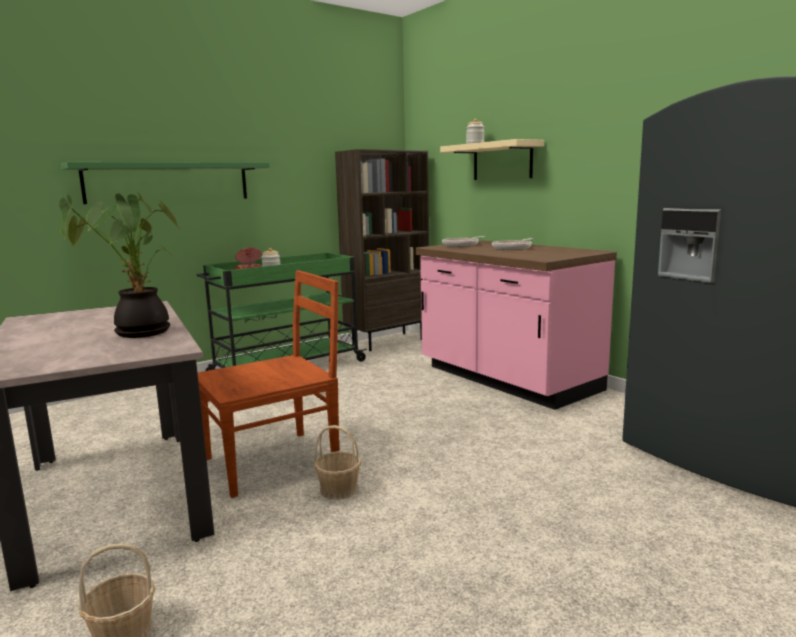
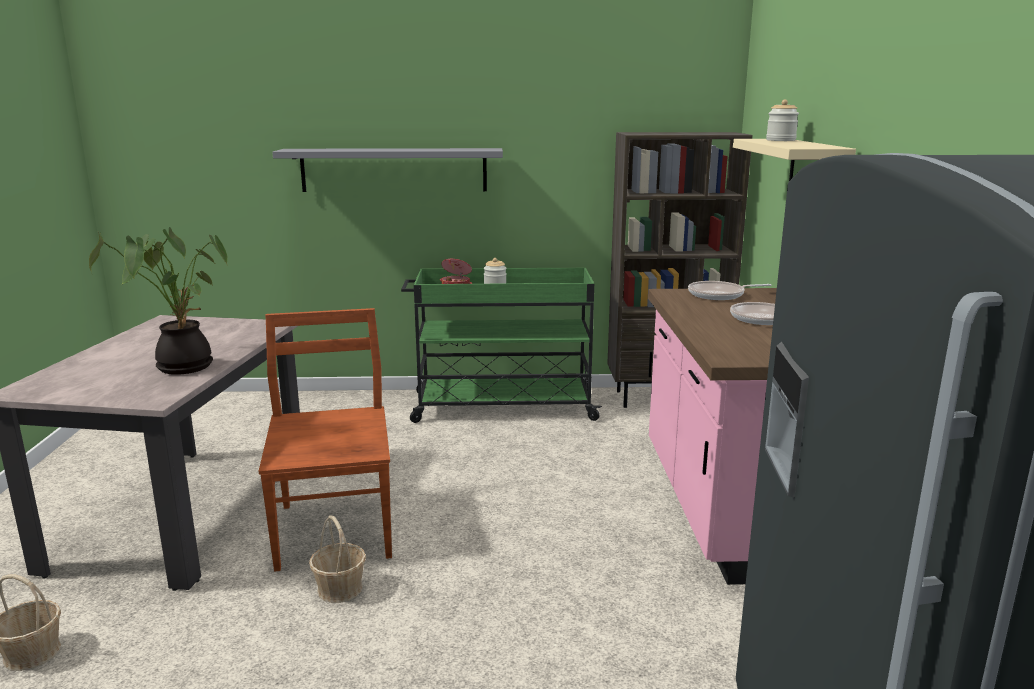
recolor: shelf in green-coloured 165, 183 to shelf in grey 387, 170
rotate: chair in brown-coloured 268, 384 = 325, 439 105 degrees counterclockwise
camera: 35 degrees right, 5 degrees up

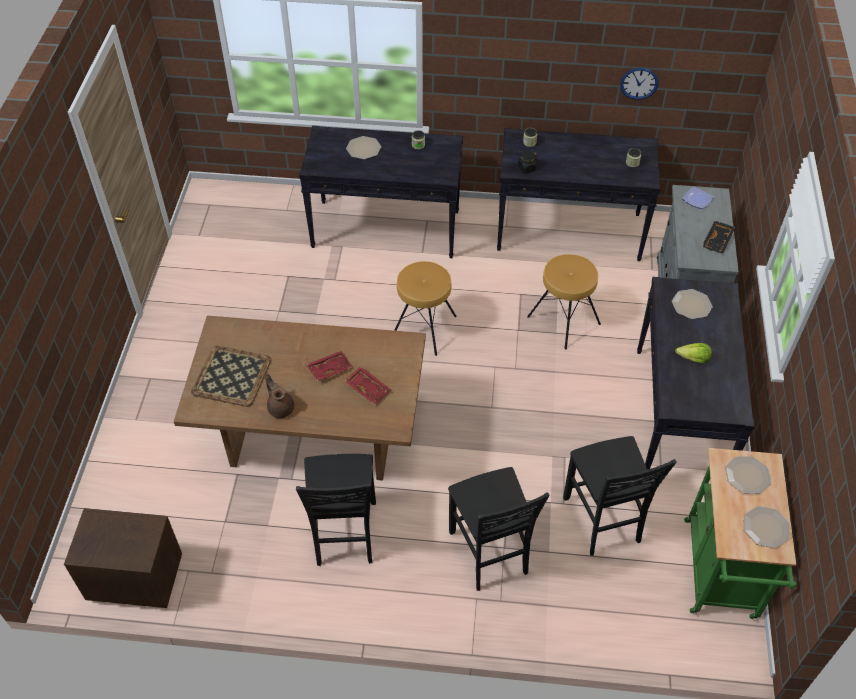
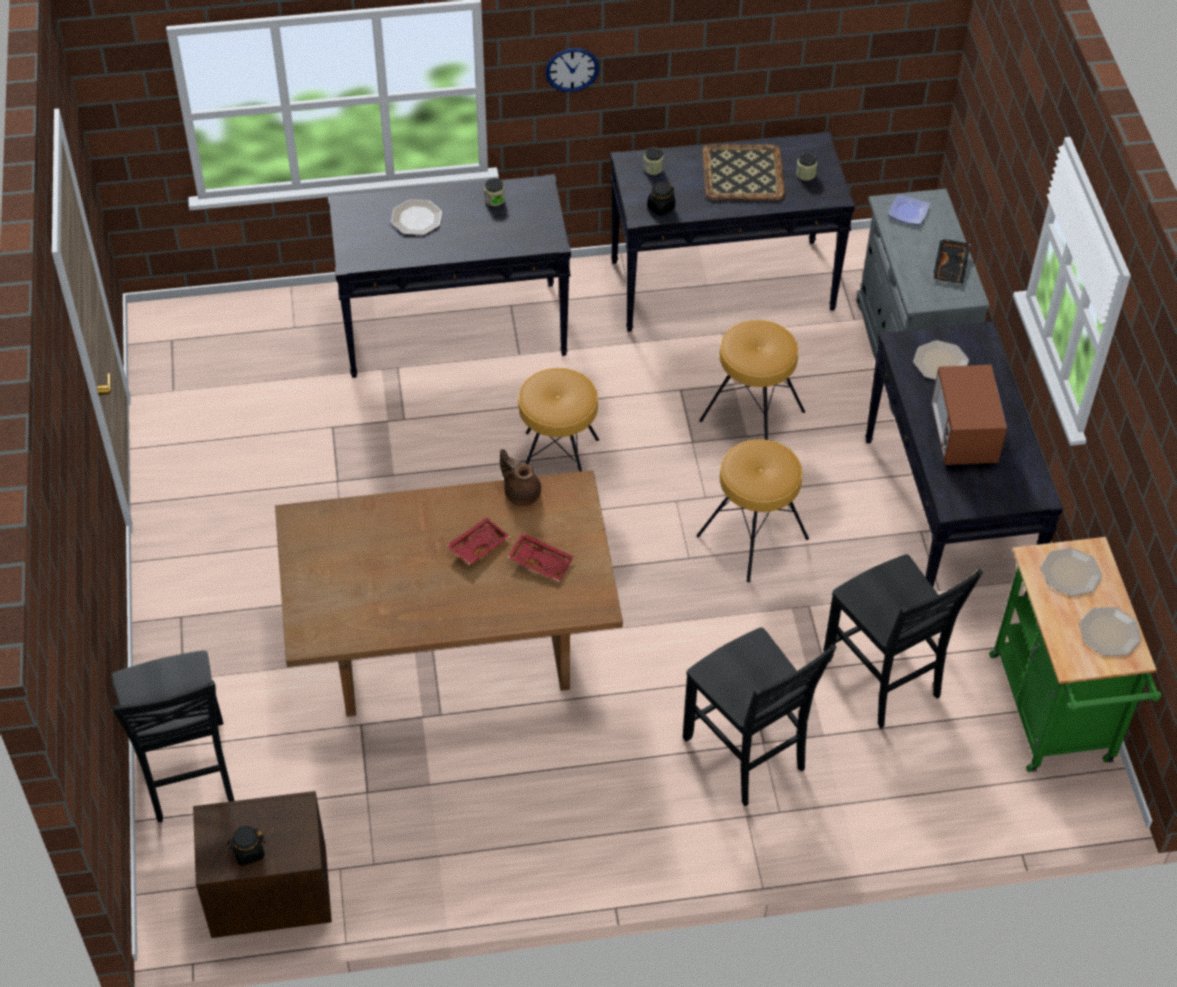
insert: stool seat in brown-coloured 752, 510; preserve jar in black 246, 846
move: hanging clock 639, 84 to 572, 70; serving tray 231, 376 to 743, 172; tea pot in brown-coloured 279, 396 to 520, 477; chair in black 336, 510 to 173, 736
replace: lettuce head 693, 353 to microwave oven 969, 415
camera: 15 degrees left, 0 degrees up

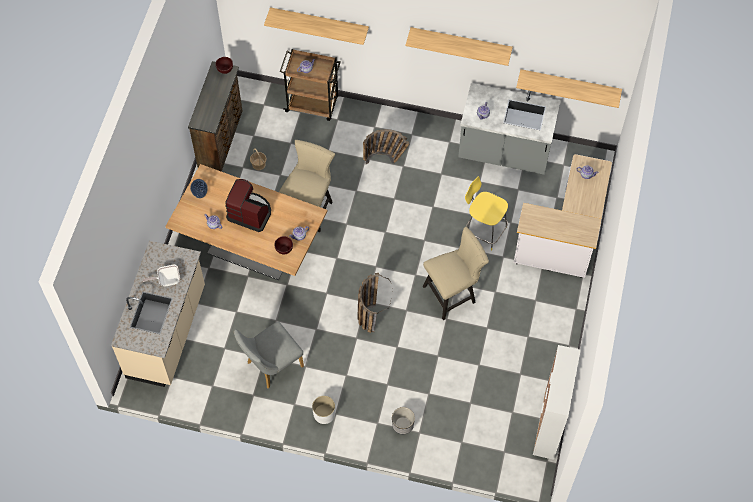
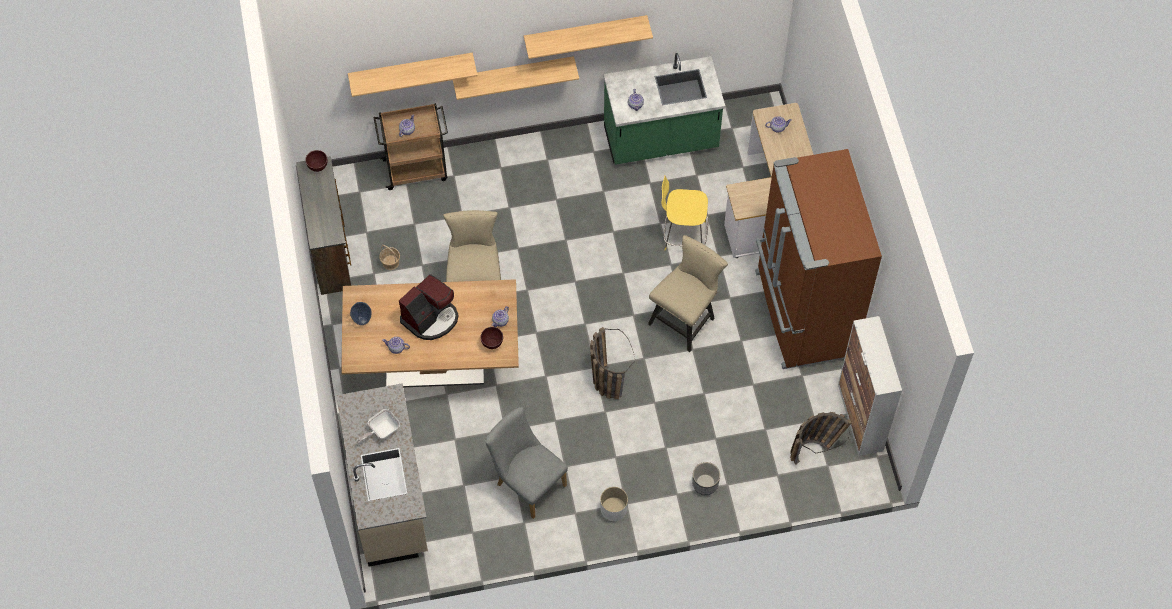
insert: kitchen fridge in brown-coloured 818, 259
move: shelf 569, 88 to 516, 78; basket 386, 146 to 821, 438
recolor: kitchen base unit in grey 509, 129 to kitchen base unit in green-coloured 664, 109
rotate: coffee machine 248, 205 = 428, 307 135 degrees clockwise; chair in grey 269, 355 = 526, 463 105 degrees clockwise
camera: 25 degrees left, 0 degrees up

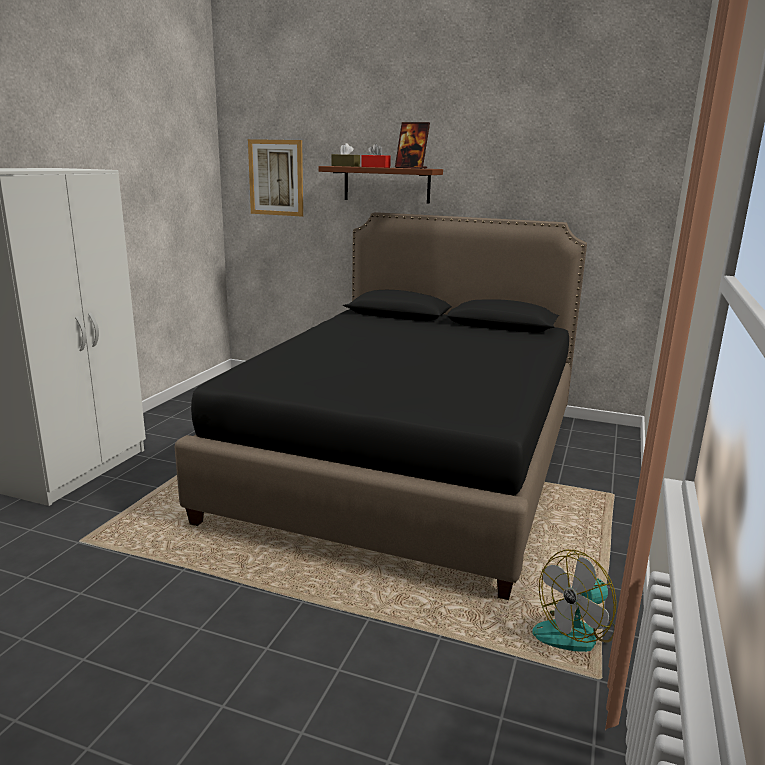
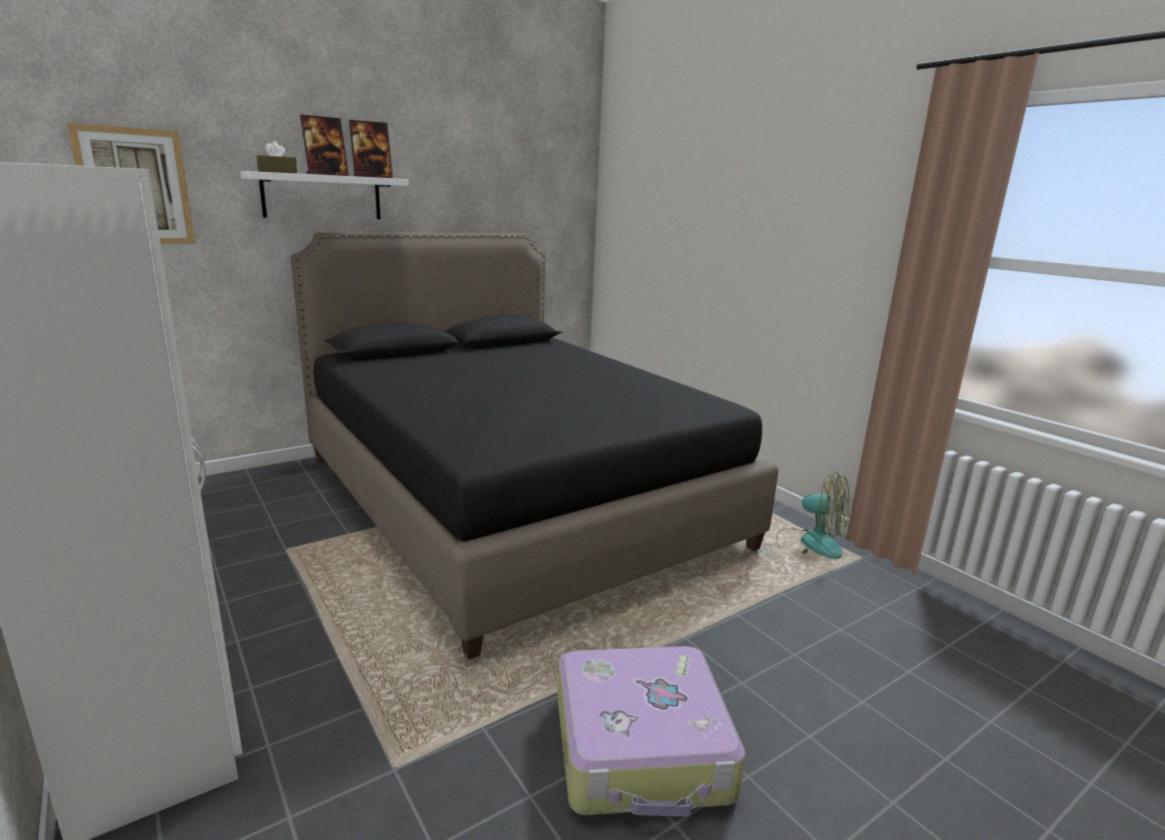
insert: travel case 651, 731
replace: box of tissues in red-coloured 376, 156 to standing frame 324, 145
recolor: shelf in brown-coloured 381, 185 to shelf in white 324, 195
rotate: fan 574, 601 = 813, 515 60 degrees counterclockwise
camera: 55 degrees left, 0 degrees up

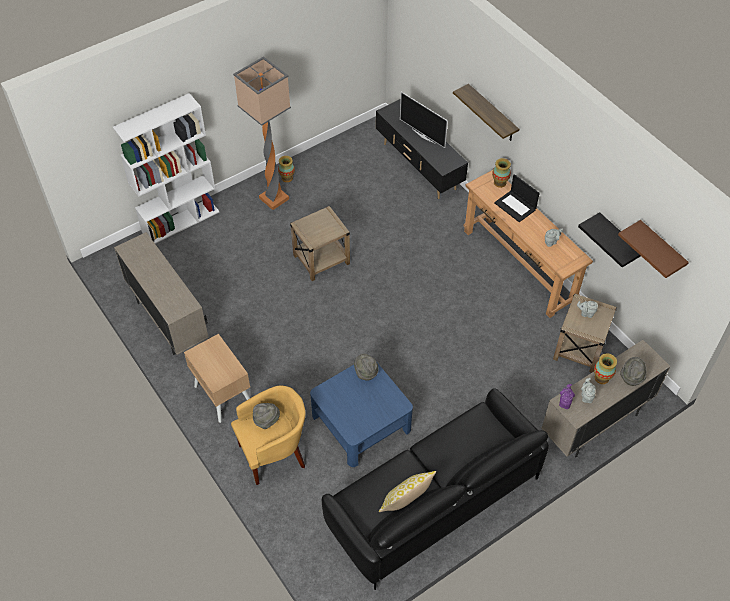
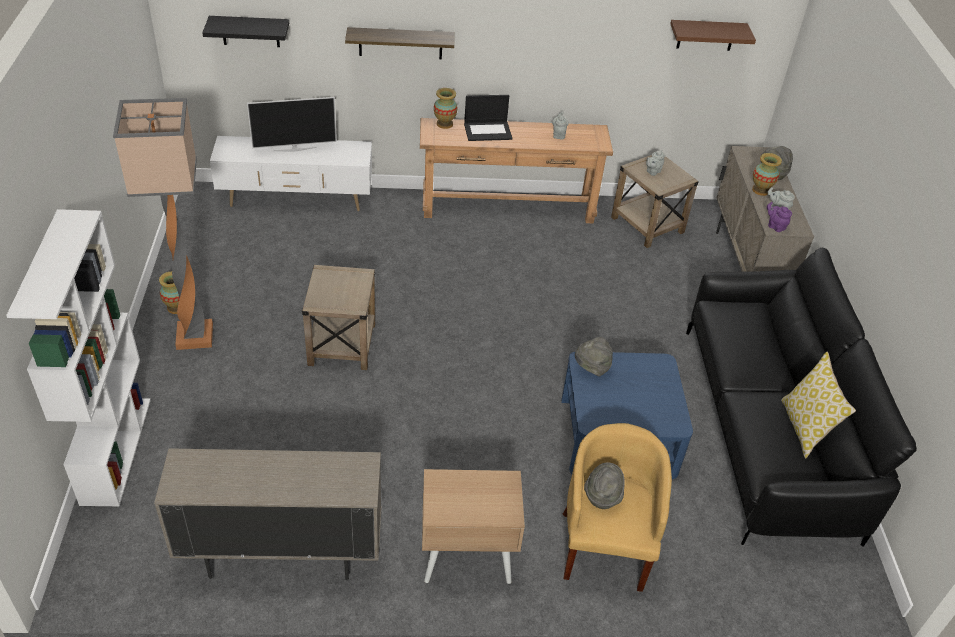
move: shelf in black 609, 239 to 245, 31
recolor: tv stand in black 422, 149 to tv stand in white 291, 173
camera: 60 degrees left, 10 degrees down

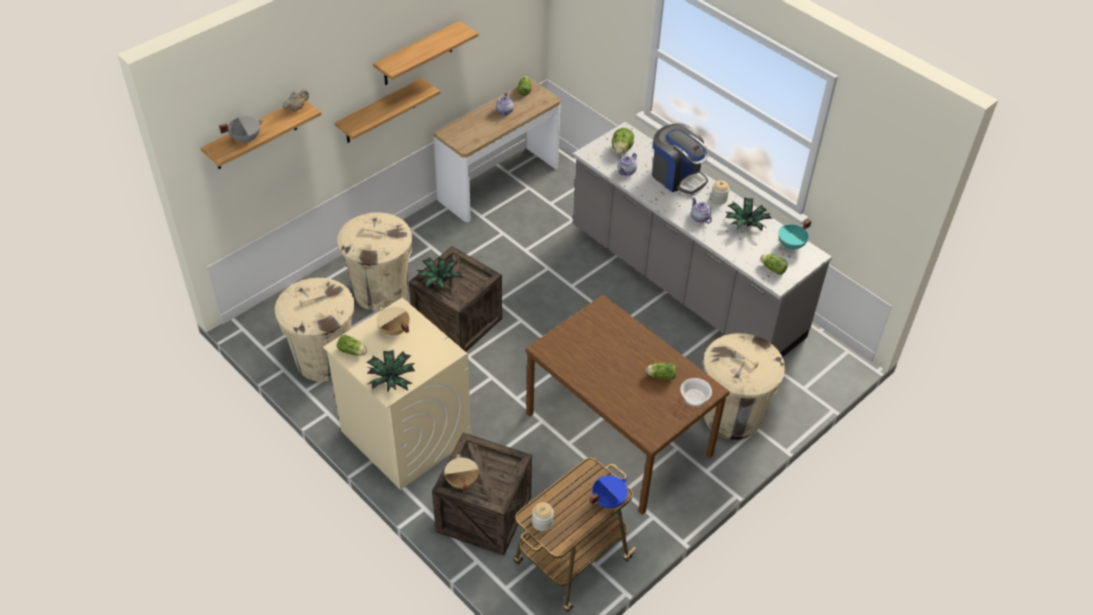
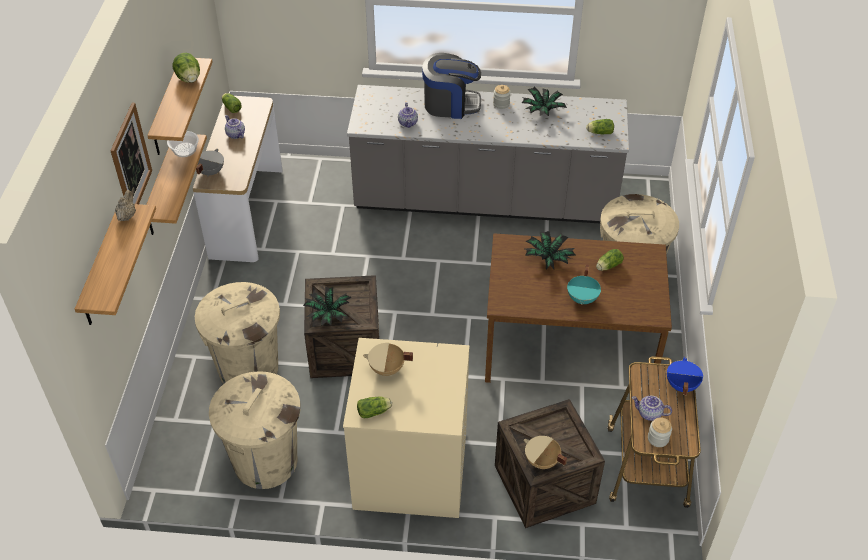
insert: wall picture 131, 153
move: saucepot in grey 241, 130 to 210, 162; lettuce head 623, 141 to 186, 68; tea pot 701, 210 to 652, 408; saucepot in blue-green 794, 235 to 584, 285; plant in a pot 391, 370 to 550, 250; bowl 696, 392 to 183, 144
camera: 40 degrees left, 0 degrees up

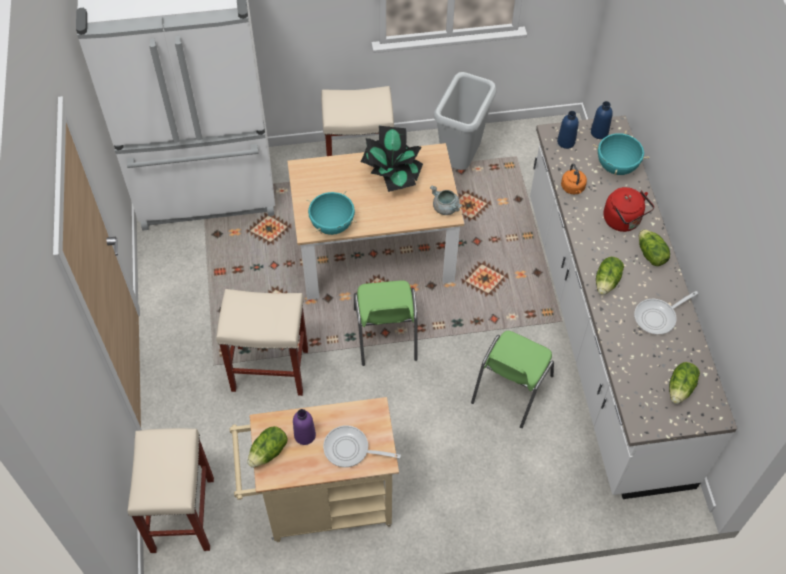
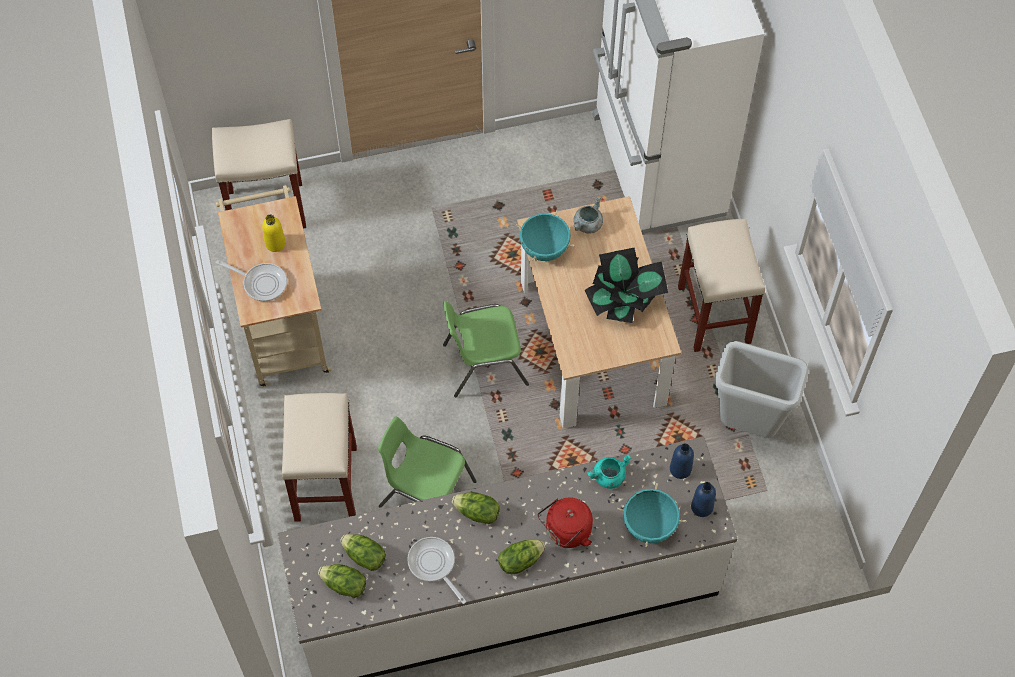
move: saucepot in grey 446, 200 to 588, 215; stool seat in beige 262, 342 to 319, 457; lettuce head 267, 447 to 363, 552
replace: kettle in orange-coloured 574, 178 to saucepot in blue-green 609, 471
recolor: bottle in purple-coloured 304, 427 to bottle in yellow-coloured 274, 233
rotate: skillet 362, 446 = 251, 280 105 degrees clockwise
camera: 85 degrees right, 5 degrees up

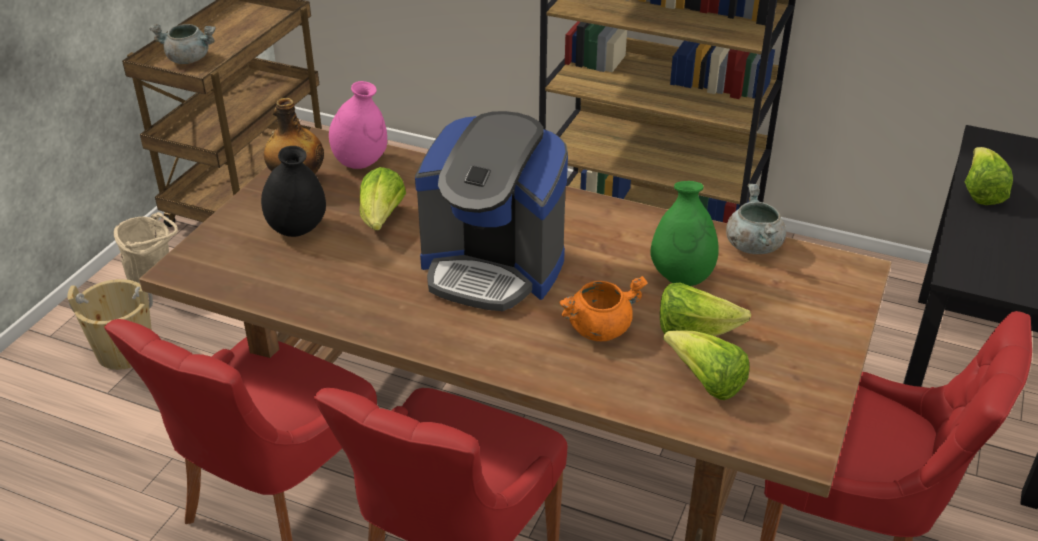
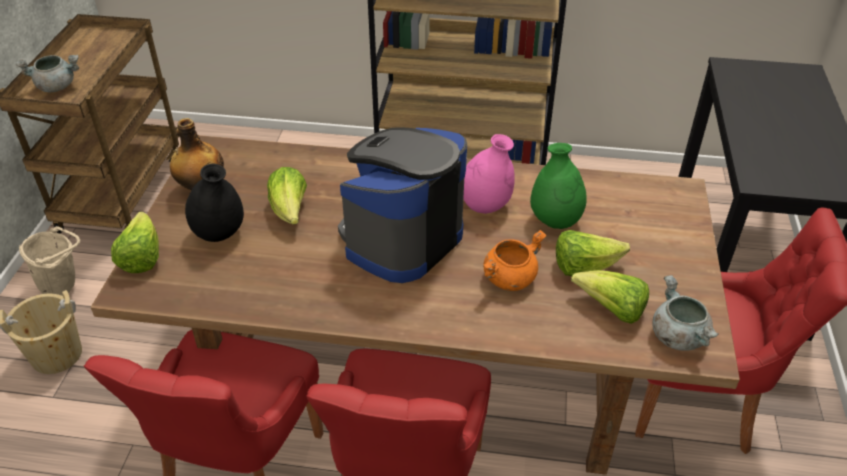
move: vase in pink-coloured 358, 125 to 489, 174; lettuce head 989, 176 to 135, 242; saucepot in grey 756, 219 to 685, 313
rotate: coffee machine 491, 211 = 402, 205 120 degrees clockwise
camera: 15 degrees left, 5 degrees up

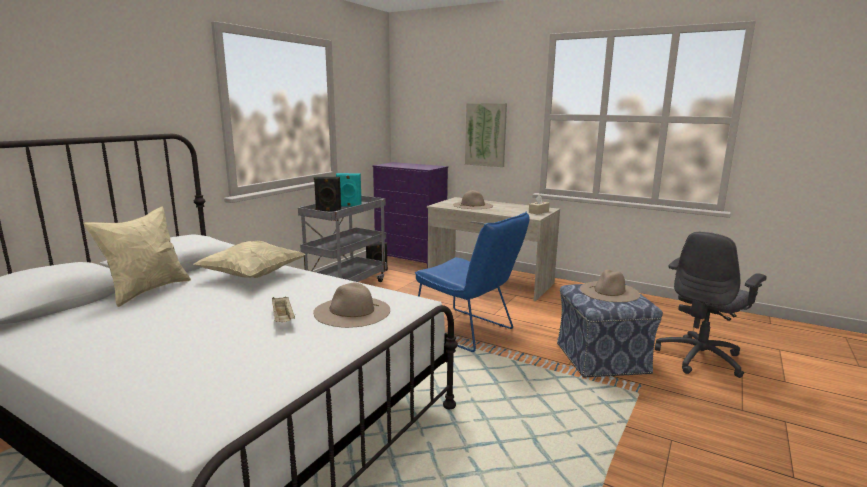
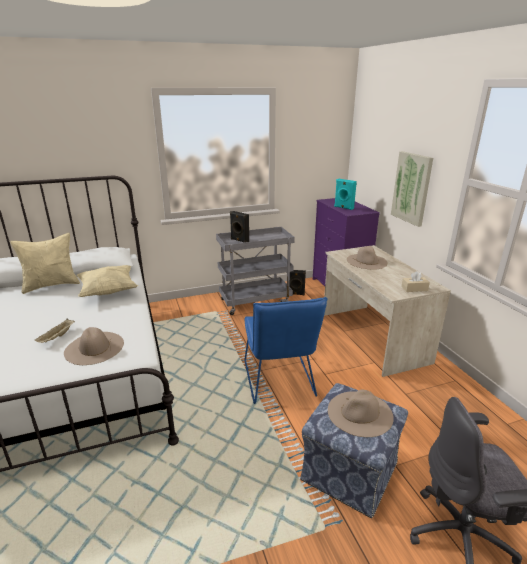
move: speaker in blue-green 349, 190 to 345, 194
camera: 40 degrees right, 10 degrees up

